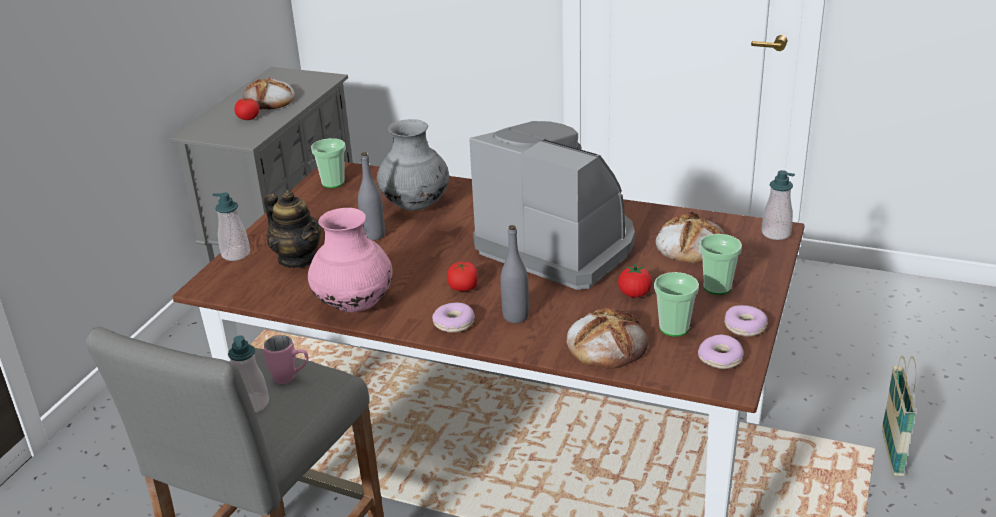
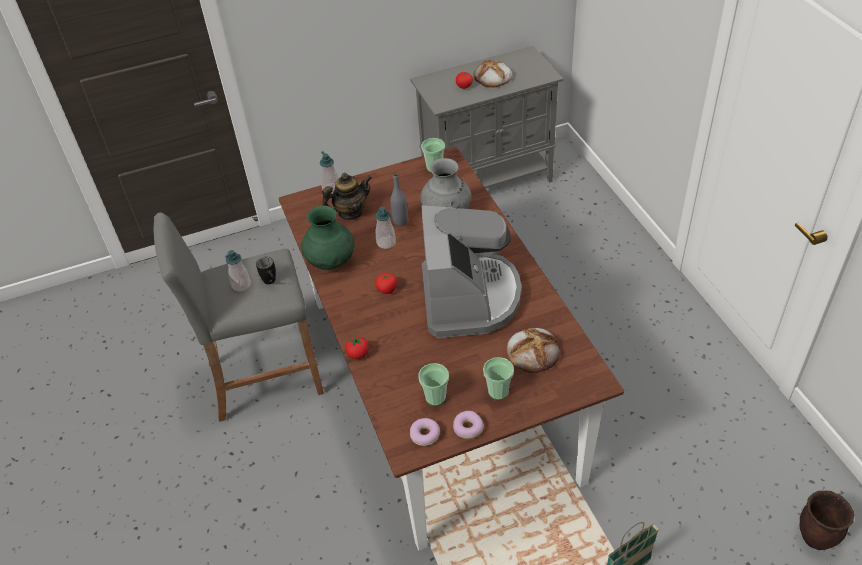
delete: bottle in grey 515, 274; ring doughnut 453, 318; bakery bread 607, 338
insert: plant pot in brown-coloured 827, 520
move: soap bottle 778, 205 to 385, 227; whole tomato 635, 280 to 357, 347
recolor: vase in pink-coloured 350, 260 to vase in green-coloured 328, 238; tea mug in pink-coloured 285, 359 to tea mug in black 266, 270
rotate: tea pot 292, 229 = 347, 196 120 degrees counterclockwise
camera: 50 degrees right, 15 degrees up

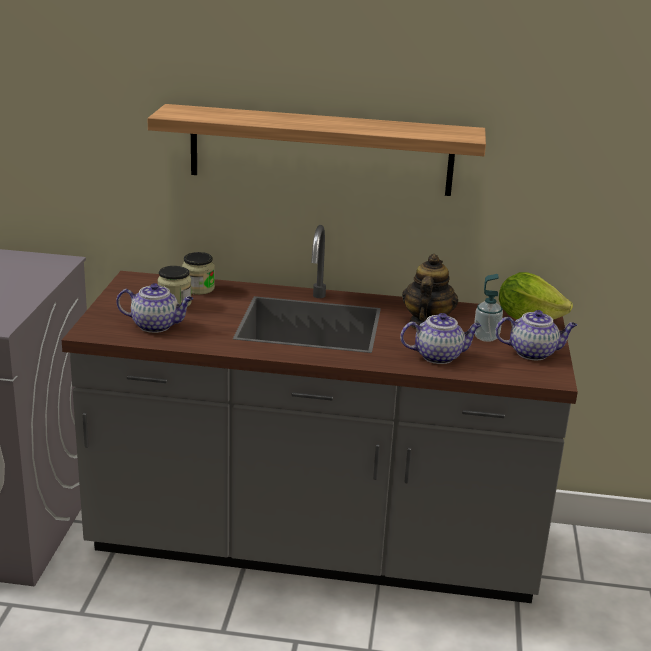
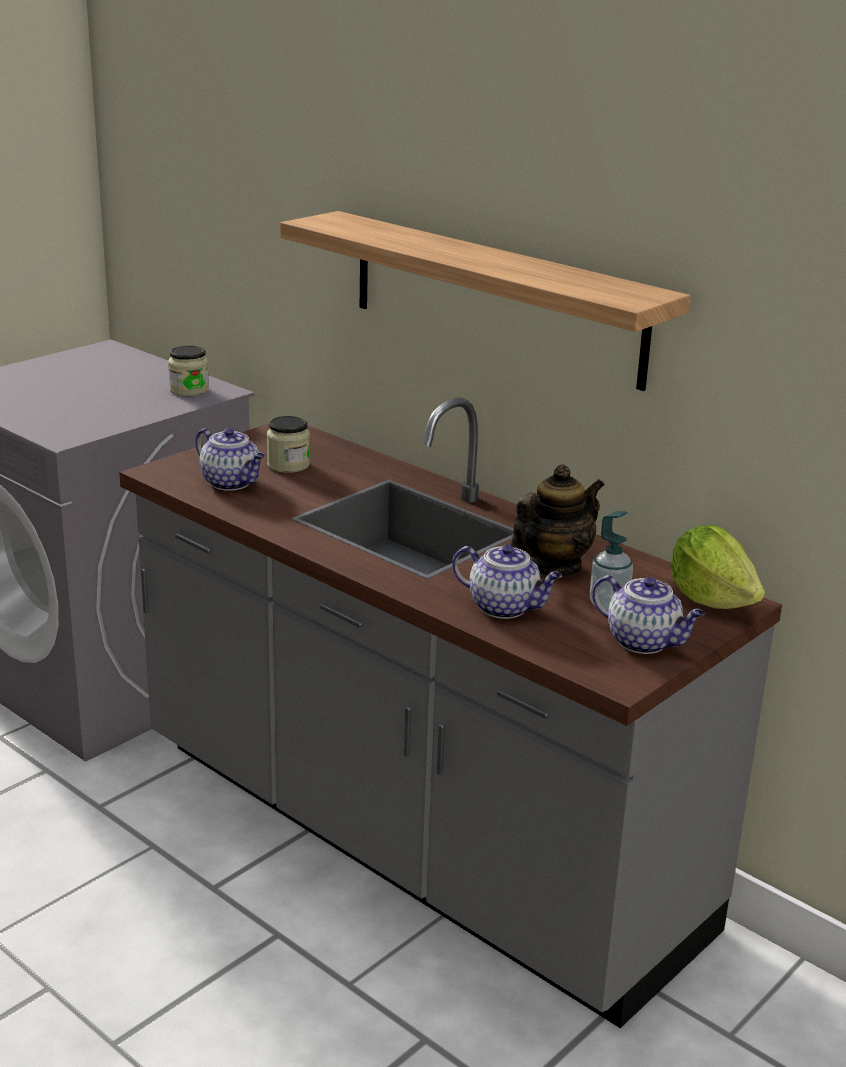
move: preserve jar 198, 273 to 188, 371
camera: 35 degrees right, 0 degrees up

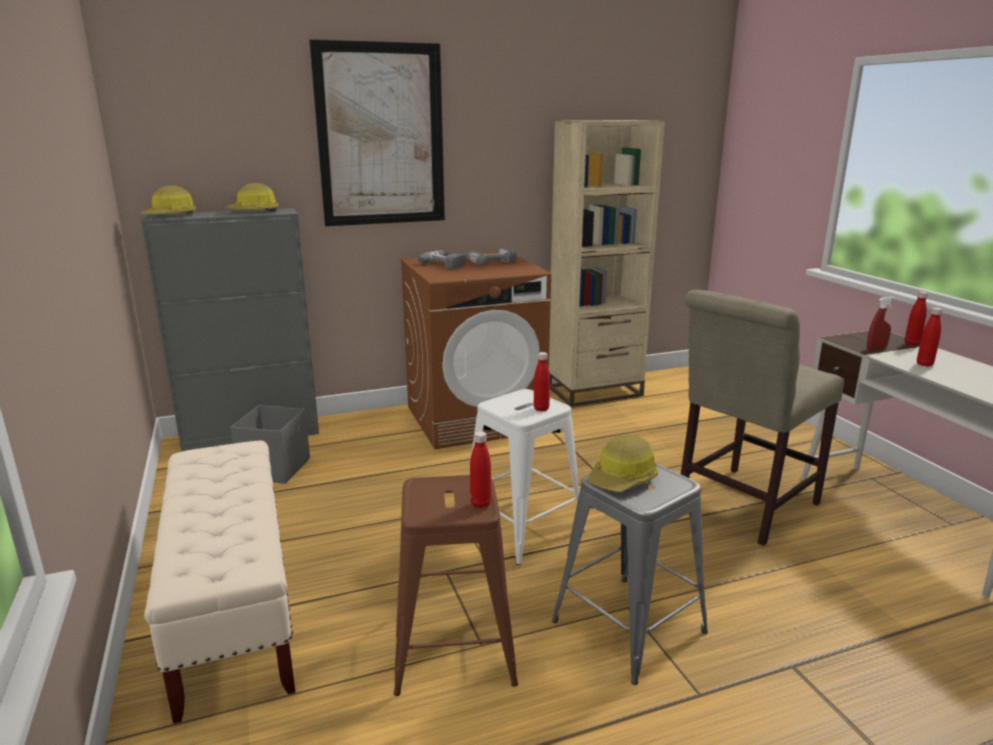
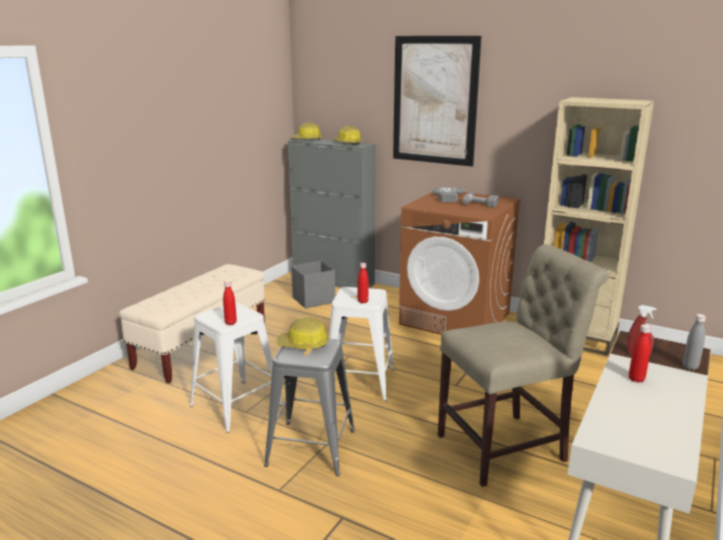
recolor: bottle in red-coloured 916, 318 to bottle in grey 694, 342; stool seat in brown-coloured 456, 585 to stool seat in white 236, 367
rotate: chair in beige 762, 418 = 523, 365 150 degrees clockwise
camera: 50 degrees right, 0 degrees up

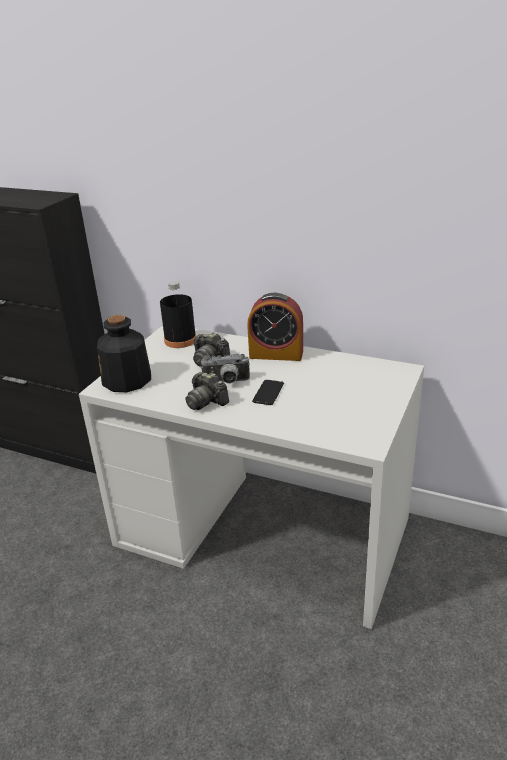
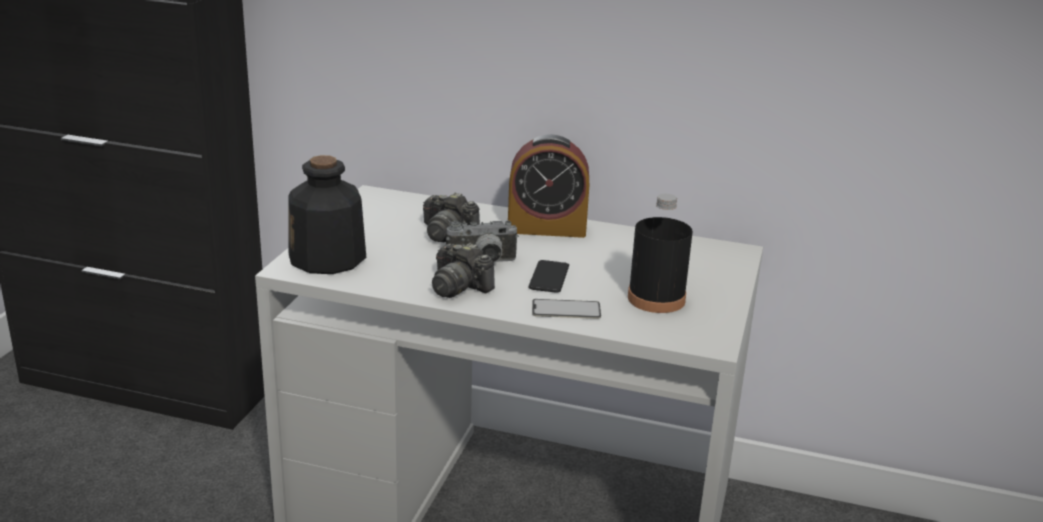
insert: phone 566, 309
move: bottle in black 178, 314 to 660, 253
camera: 10 degrees left, 5 degrees down

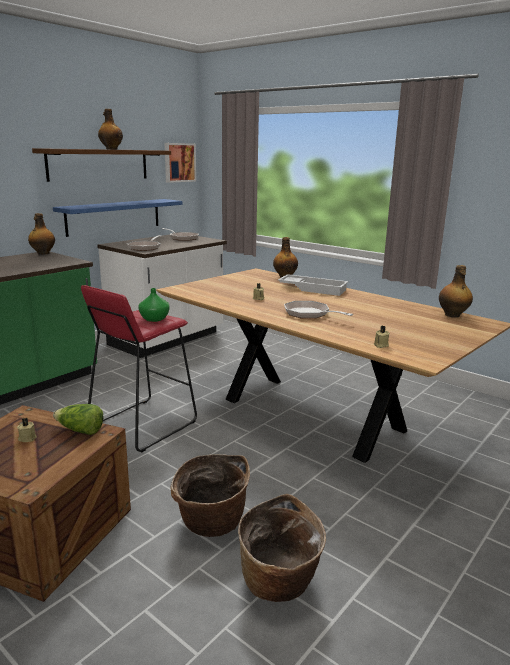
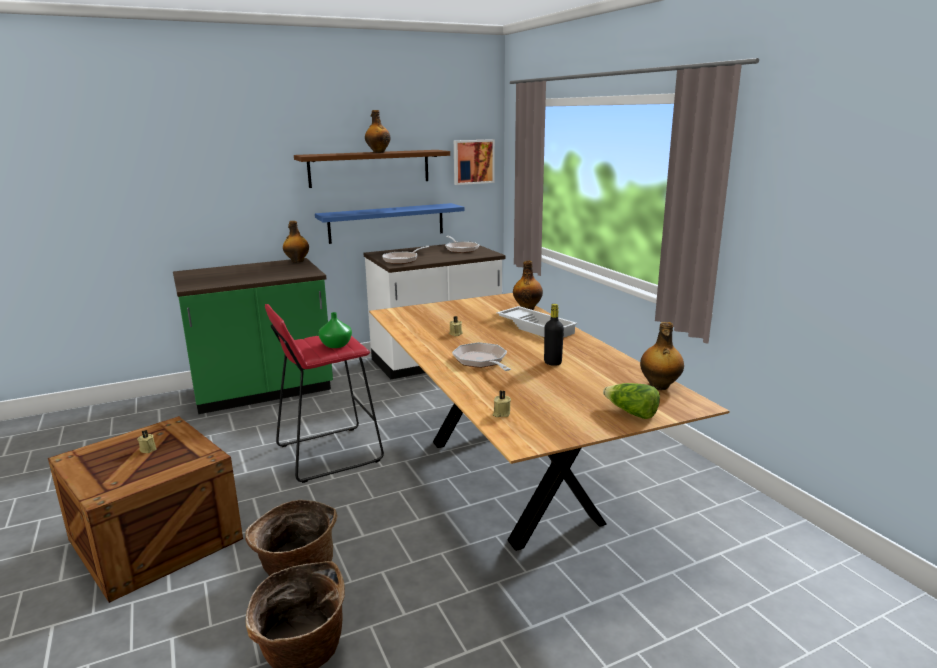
insert: bottle in black 554, 335
move: lettuce head 78, 419 to 631, 401
camera: 25 degrees right, 0 degrees up

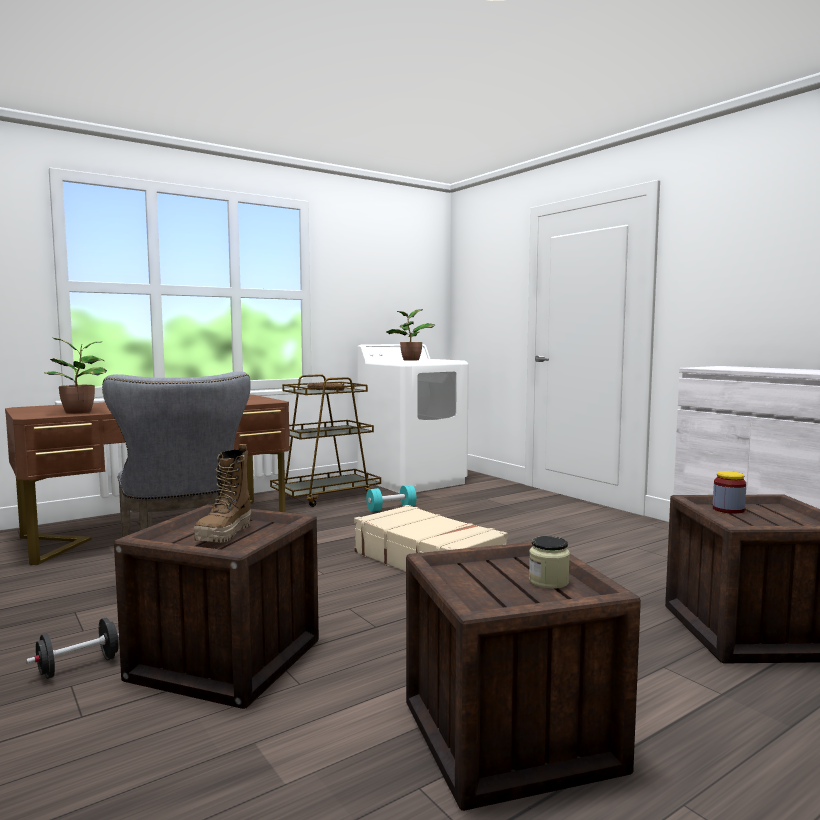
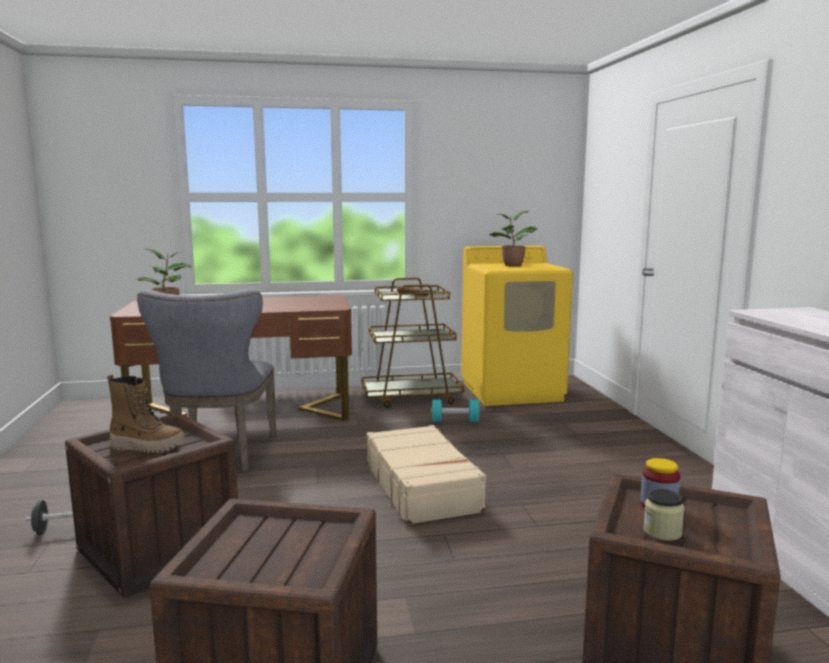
move: preserve jar 549, 562 to 663, 515
recolor: washing machine in white 413, 418 to washing machine in yellow-coloured 517, 326
rotate: tall boot 222, 493 = 146, 413 120 degrees counterclockwise
camera: 25 degrees right, 5 degrees up

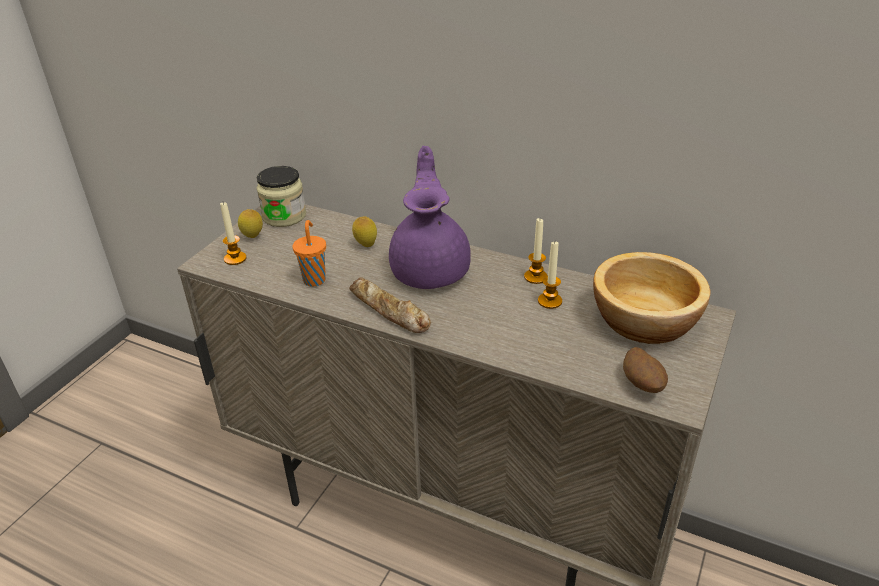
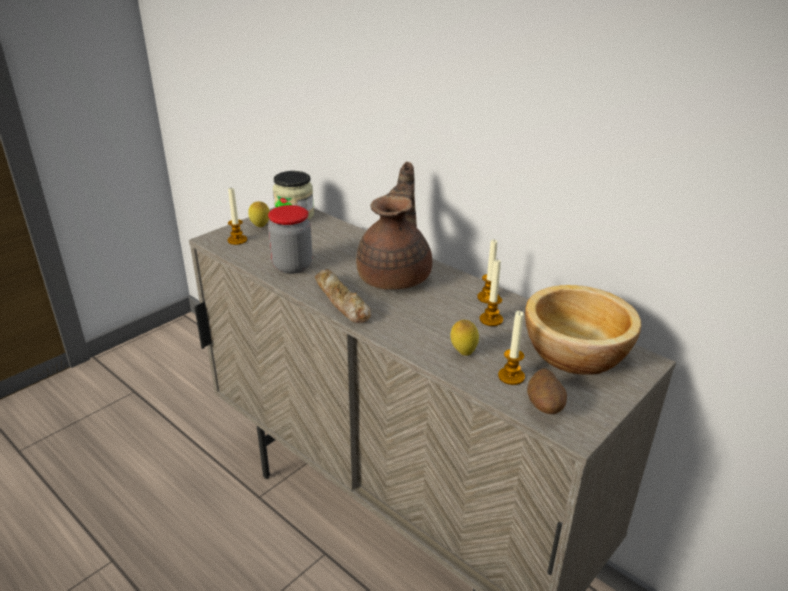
insert: candle 511, 348
move: whole lemon 364, 231 to 464, 338
replace: small cup in orange-coloured 309, 253 to preserve jar 290, 239
recolor: tea pot in purple-coloured 430, 217 to tea pot in brown-coloured 394, 226
camera: 15 degrees right, 5 degrees down

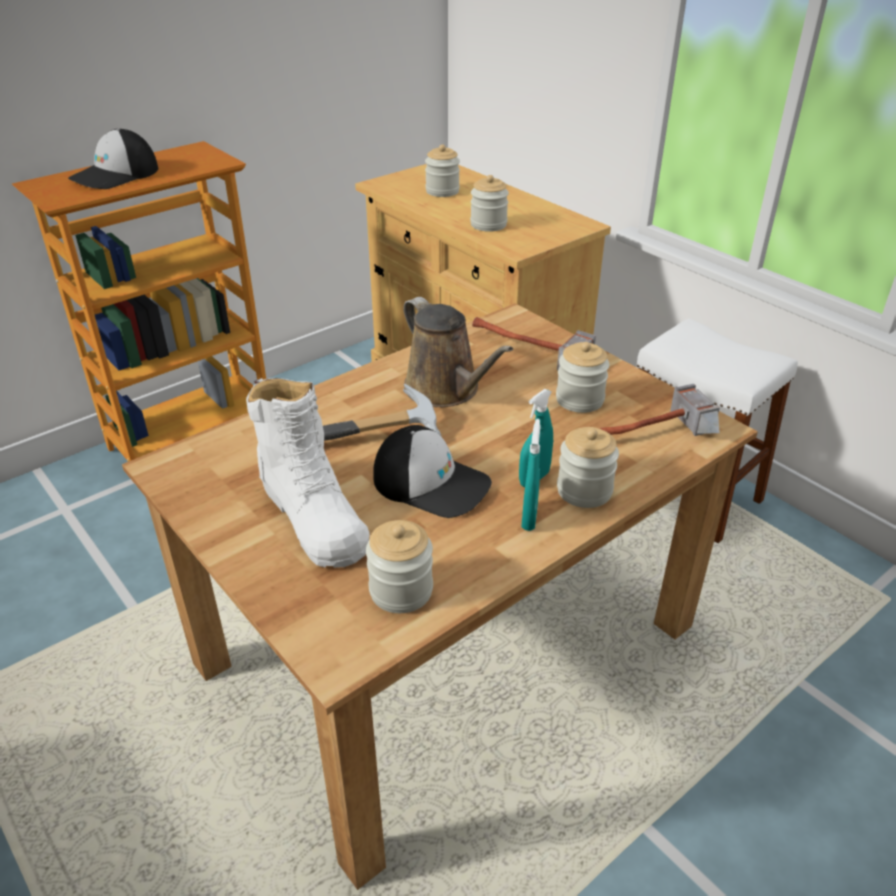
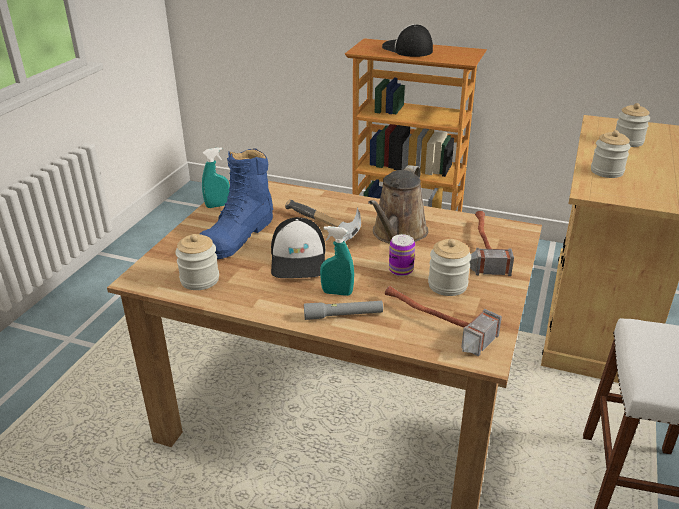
insert: sealed can 402, 255
move: spray bottle in blue-green 531, 475 to 216, 177
replace: preserve jar 588, 467 to hand torch in grey 343, 310
recolor: tall boot in white 308, 473 to tall boot in bluish 236, 203
rotate: baseball cap 113, 159 = 407, 40 45 degrees clockwise
camera: 60 degrees right, 5 degrees down

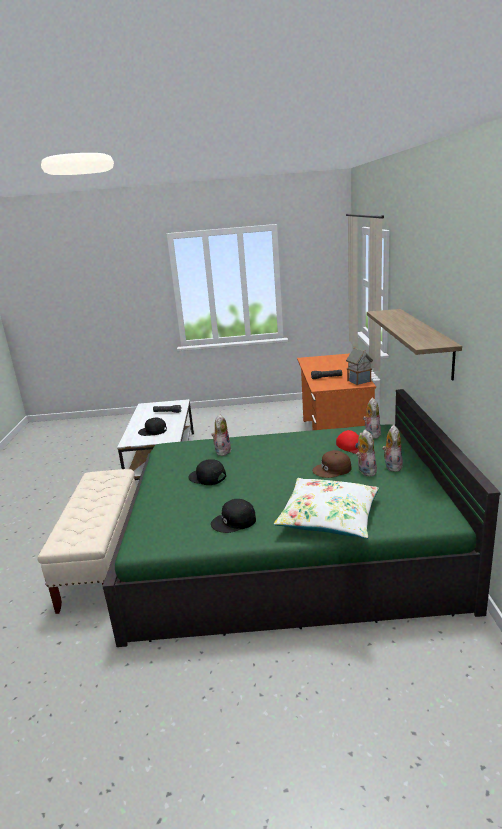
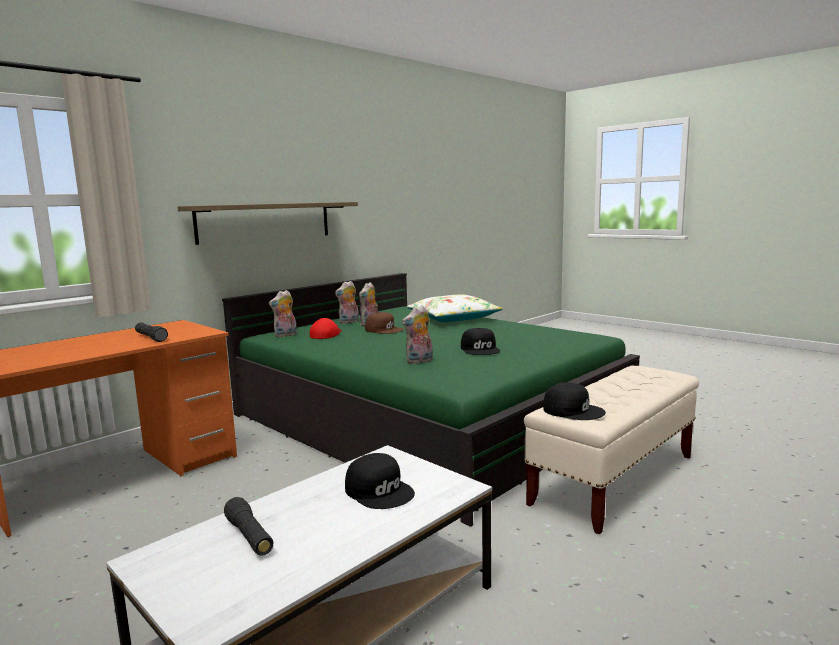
delete: model house 359, 366
move: baseball cap in black 233, 516 to 574, 401
camera: 135 degrees left, 10 degrees down

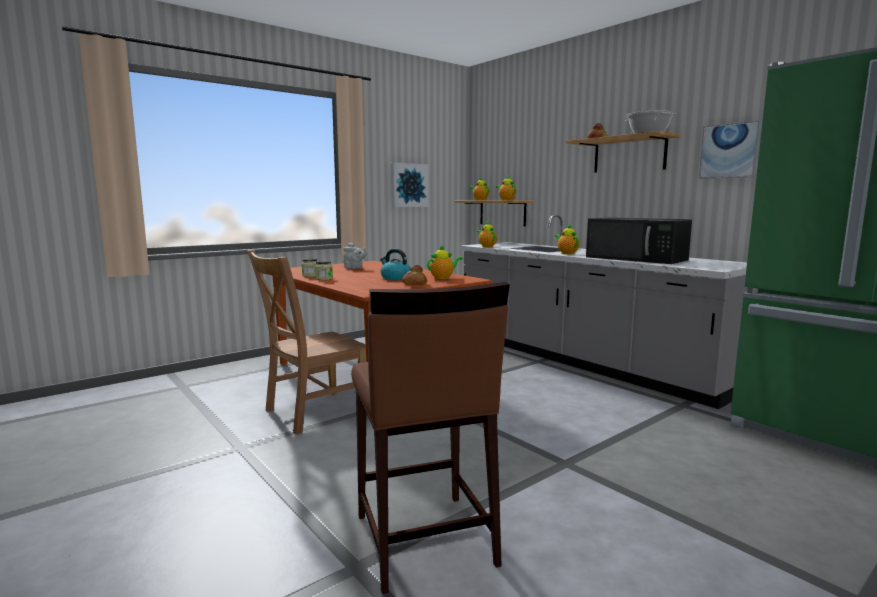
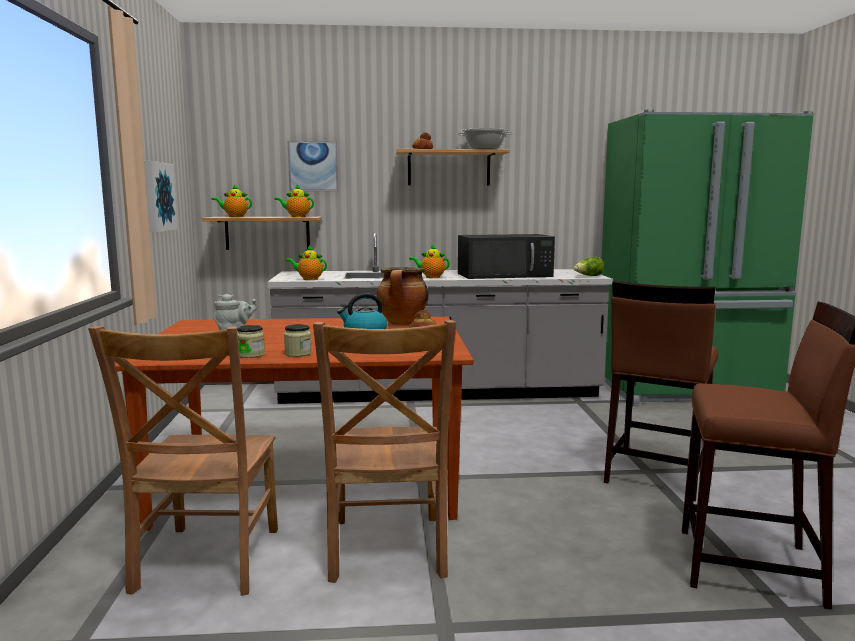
insert: lettuce head 588, 266; stool seat in brown-coloured 661, 391; chair in brown-coloured 183, 461
move: wall picture 730, 149 to 313, 166
replace: tea pot 445, 261 to saucepot 402, 296
camera: 55 degrees left, 0 degrees up

